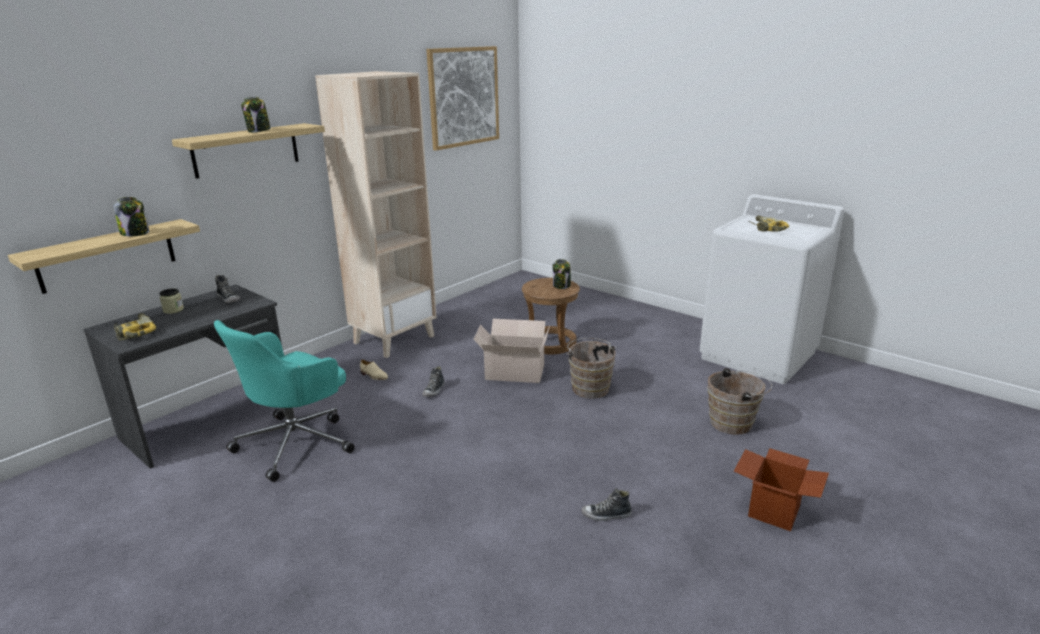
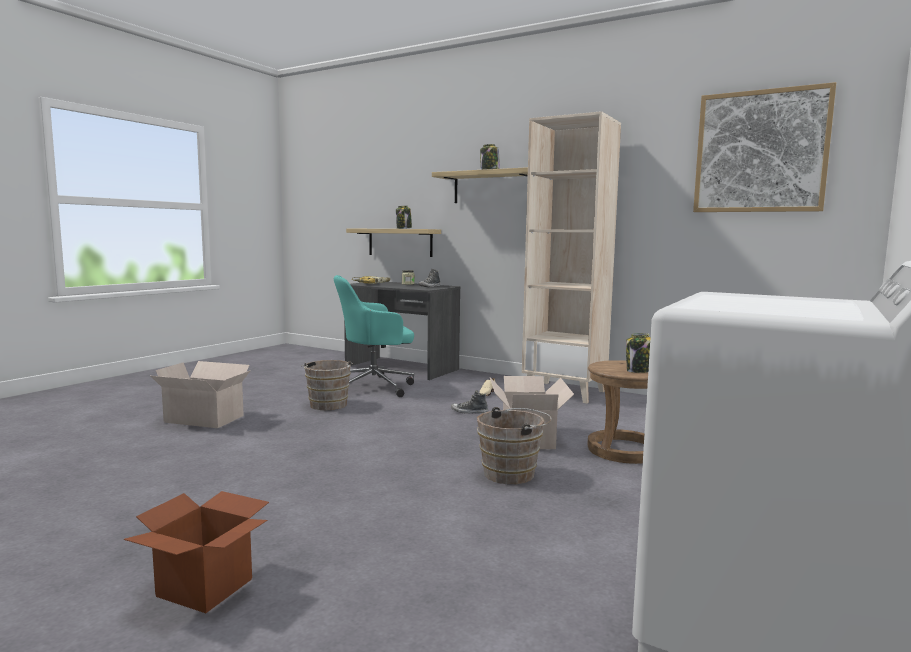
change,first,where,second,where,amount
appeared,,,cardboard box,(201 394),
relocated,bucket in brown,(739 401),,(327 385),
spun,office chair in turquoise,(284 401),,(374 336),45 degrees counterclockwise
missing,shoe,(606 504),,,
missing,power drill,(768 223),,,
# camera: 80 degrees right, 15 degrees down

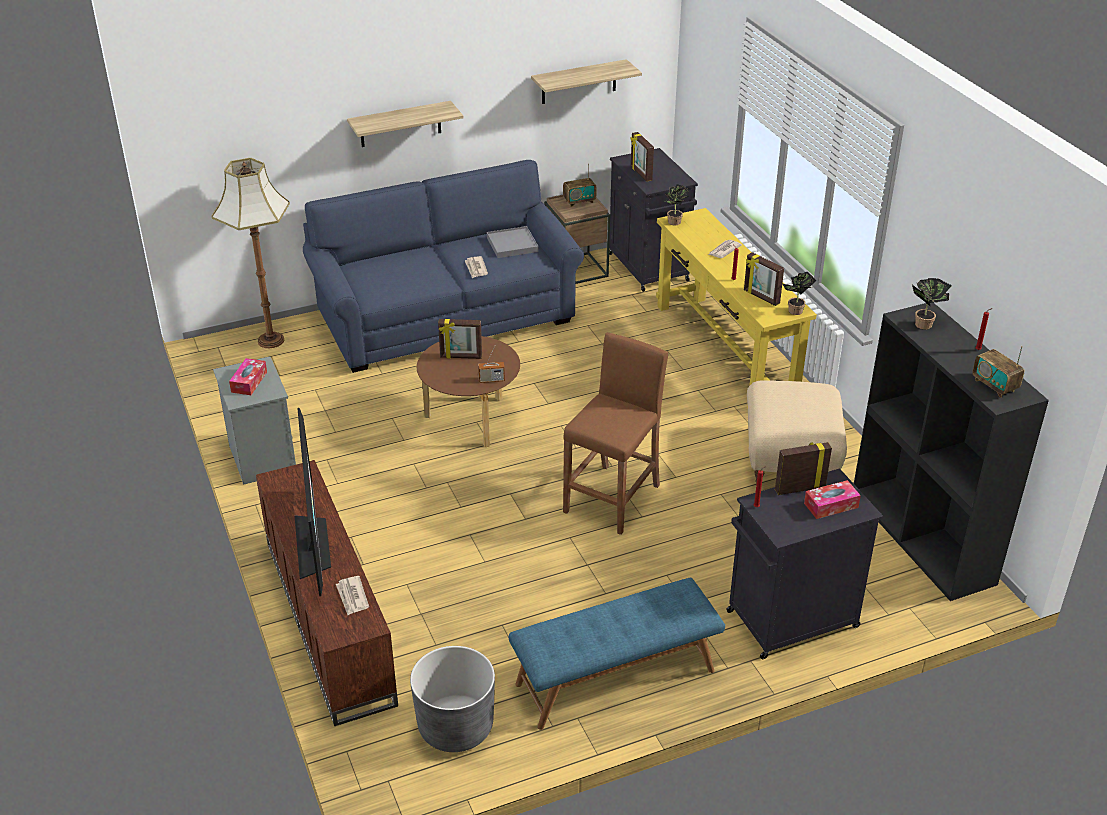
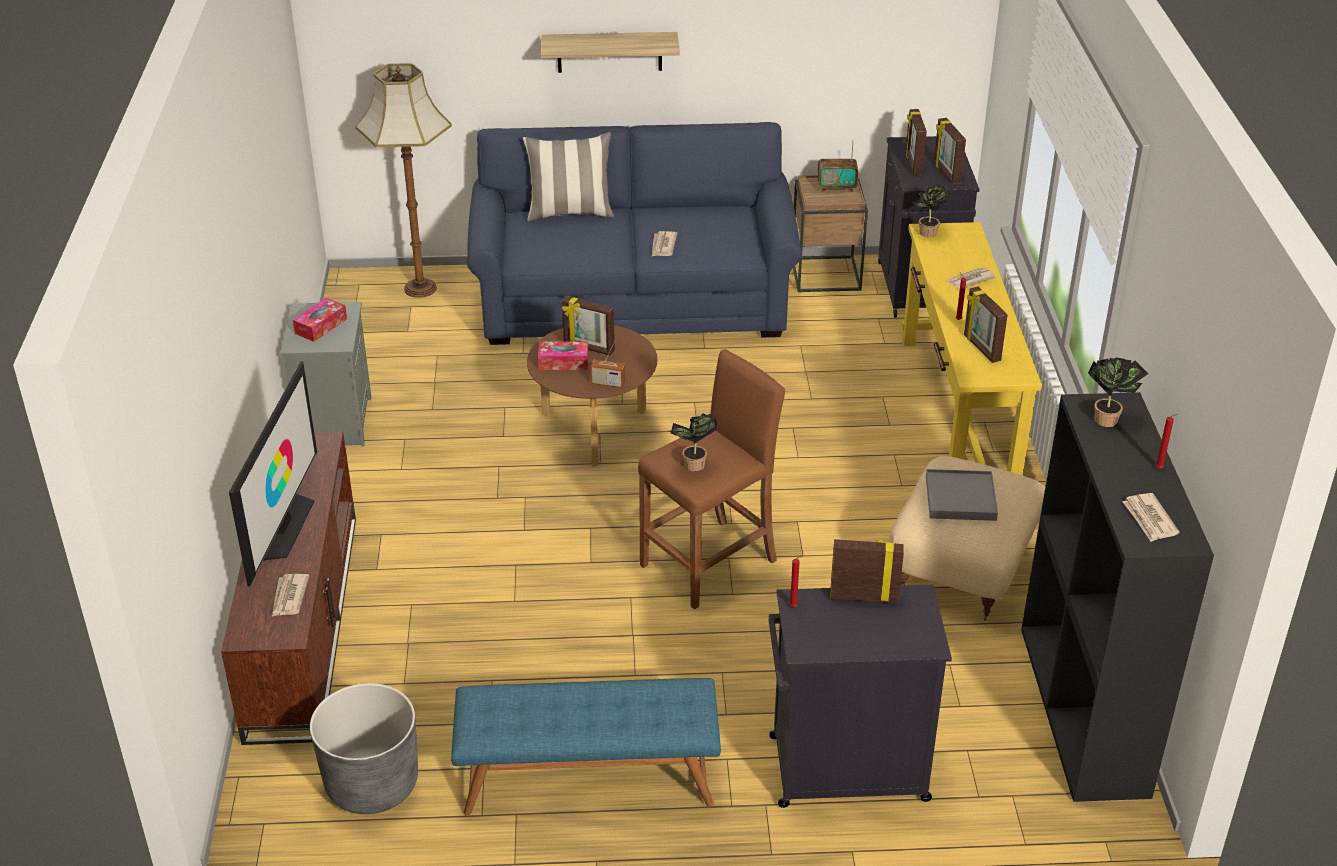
change,first,where,second,where,amount
appeared,,,pillow,(568 177),
relocated,tissue box,(832 499),,(563 355),
relocated,potted plant,(799 293),,(692 442),
relocated,tray in grey,(513 242),,(962 495),
appeared,,,picture frame,(950 151),
exchanged,radio,(998 372),newspaper,(1150 517),
missing,shelf,(586 81),,,
# camera: 20 degrees right, 0 degrees up

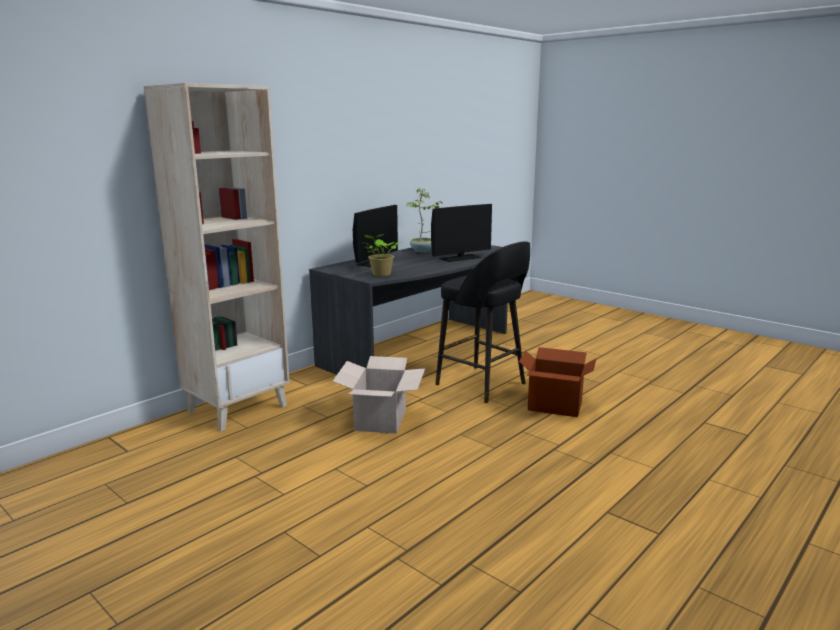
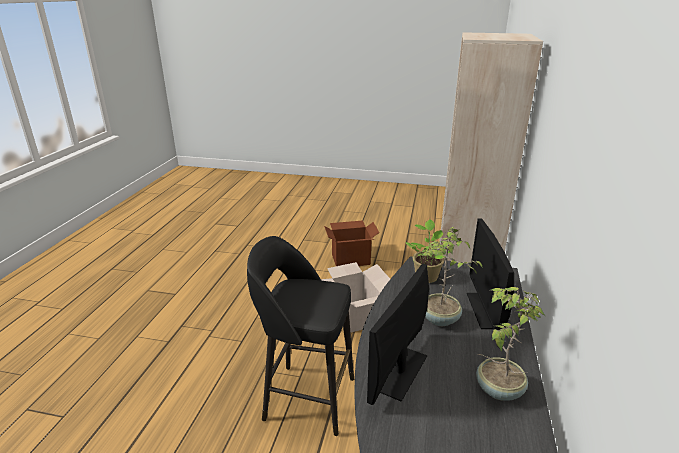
change,first,where,second,where,amount
relocated,cardboard box,(558 382),,(351 243),
appeared,,,potted plant,(452 276),
# camera: 150 degrees right, 10 degrees up

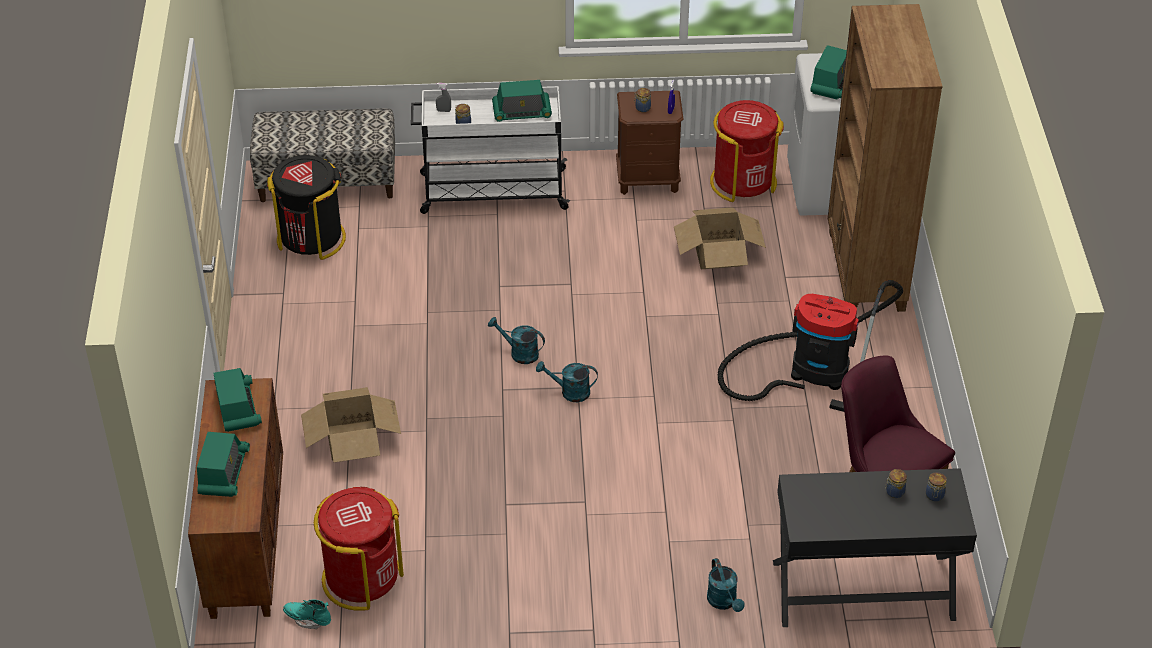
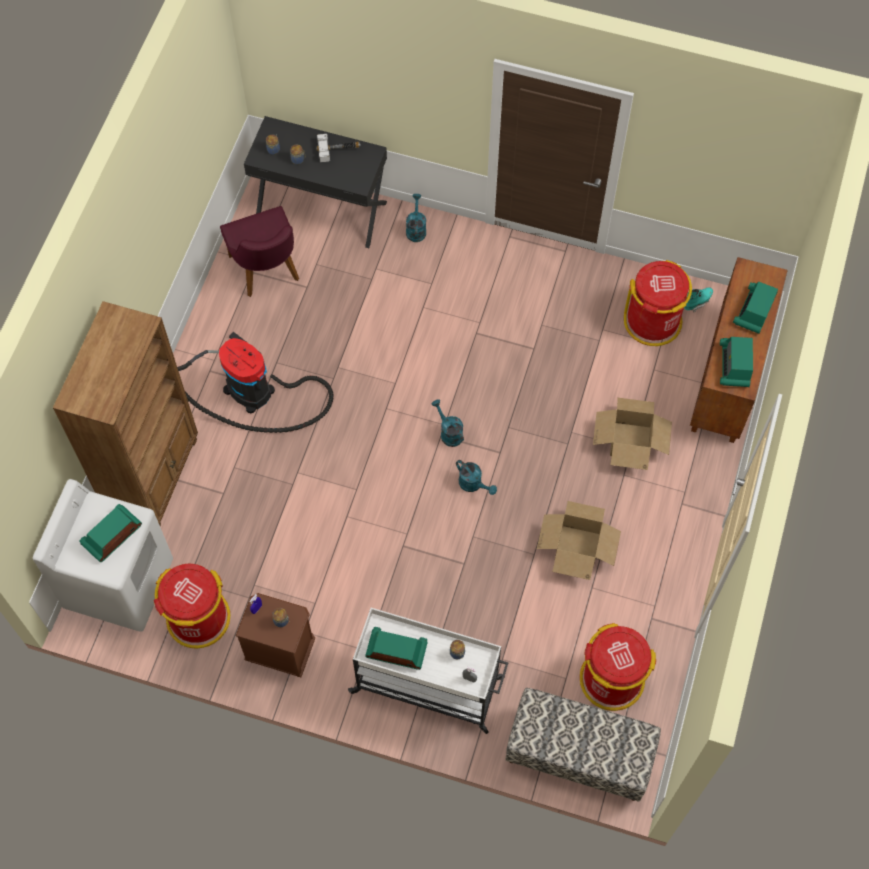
change,first,where,second,where,amount
appeared,,,hammer,(338 148),
spun,watering can in turquoise,(567 381),,(448 423),150 degrees counterclockwise
relocated,cardboard box,(720 238),,(579 540),
colour,trash can in black,(306 207),trash can in red,(618 667),
spun,boot in turquoise,(307 614),,(698 300),75 degrees counterclockwise
# camera: 160 degrees left, 20 degrees up

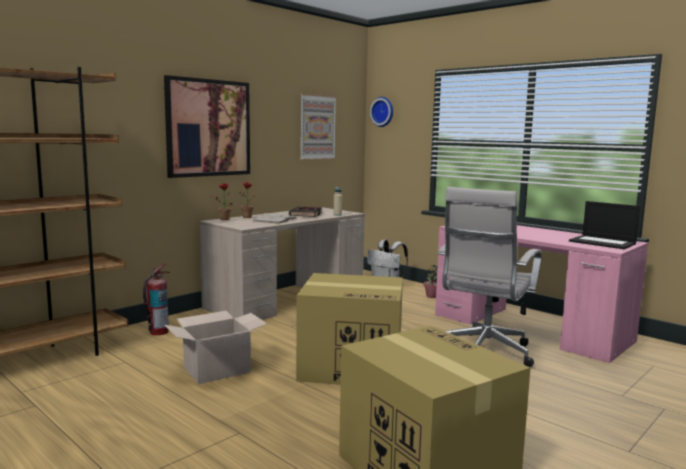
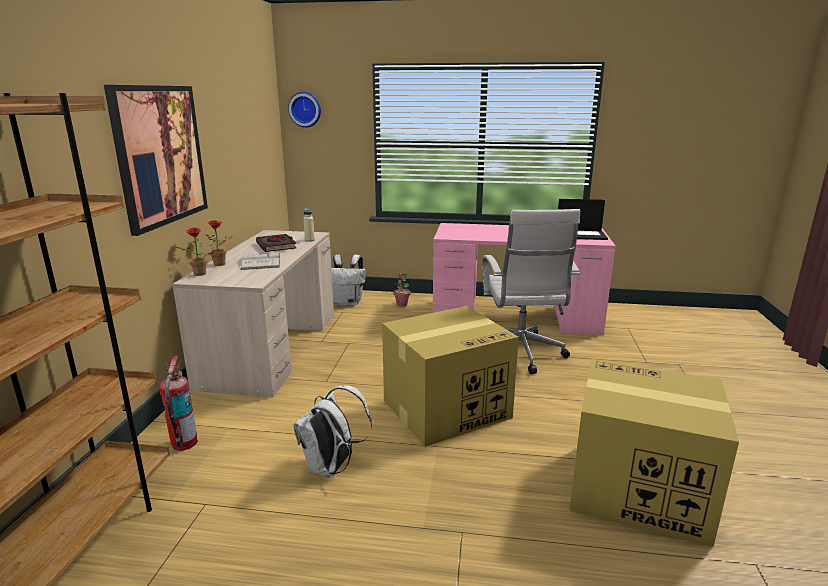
change,first,where,second,where,amount
exchanged,cardboard box,(216 347),backpack in white,(332 431),
missing,picture,(318 127),,,
# camera: 35 degrees left, 10 degrees up

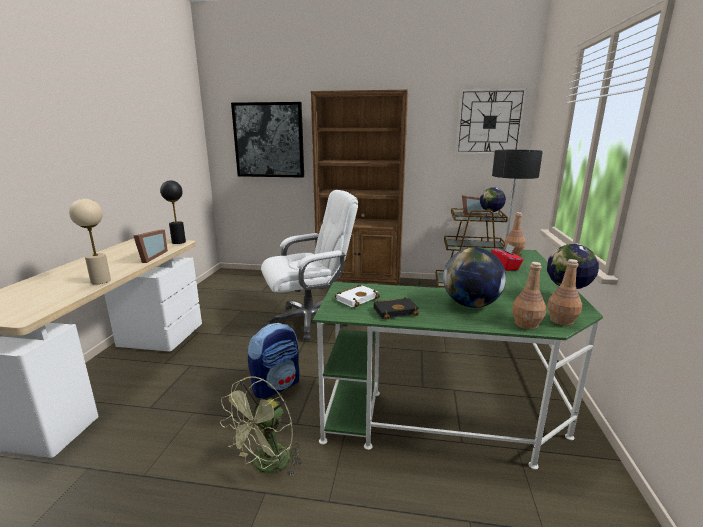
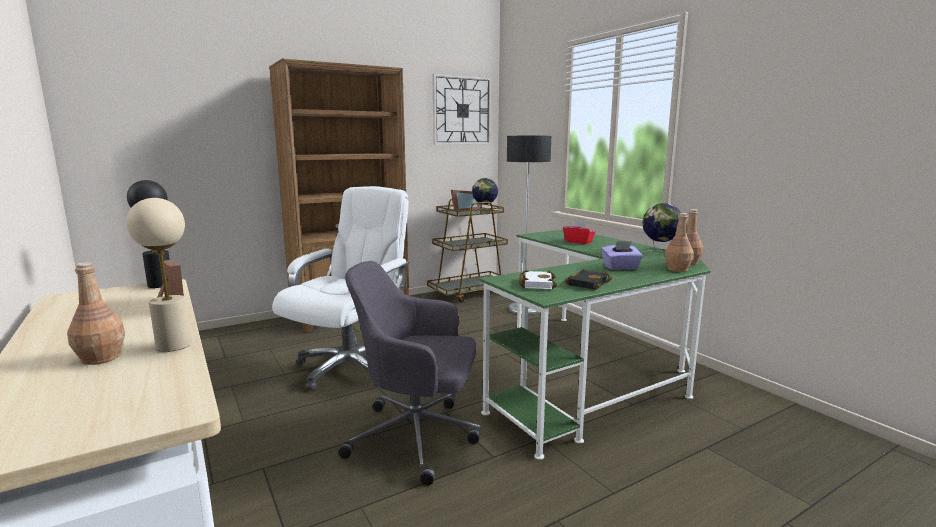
change,first,where,second,where,amount
relocated,bottle in brown,(515 233),,(96 313),
exchanged,backpack,(273 361),office chair in grey,(410 373),
exchanged,globe,(474 278),tissue box in purple,(622 255),
missing,fan in green,(261 426),,,
missing,picture,(267 140),,,
# camera: 40 degrees left, 5 degrees down

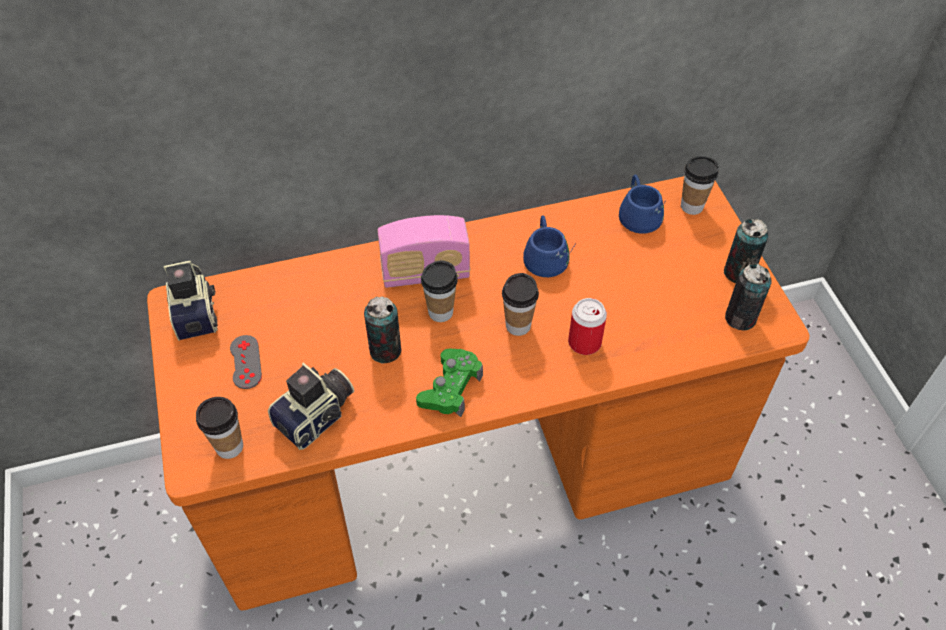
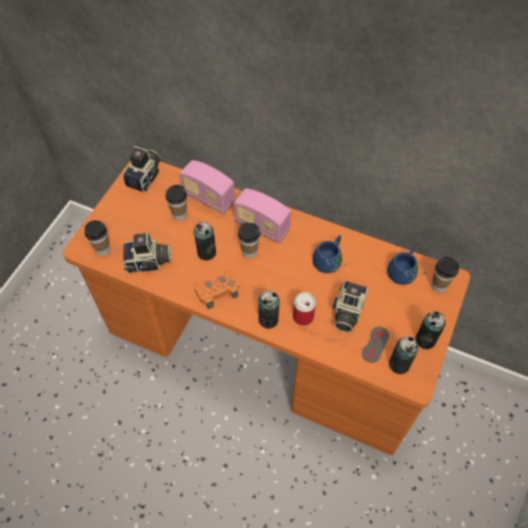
change,first,where,second,where,amount
relocated,cup,(520 304),,(176 203),
appeared,,,radio,(207 187),
colour,game controller in green,(449 382),game controller in orange,(216 290),
appeared,,,can,(269 309),
appeared,,,photo camera,(350 306),
relocated,game controller in grey,(246 362),,(375 345),
# camera: 40 degrees right, 5 degrees up

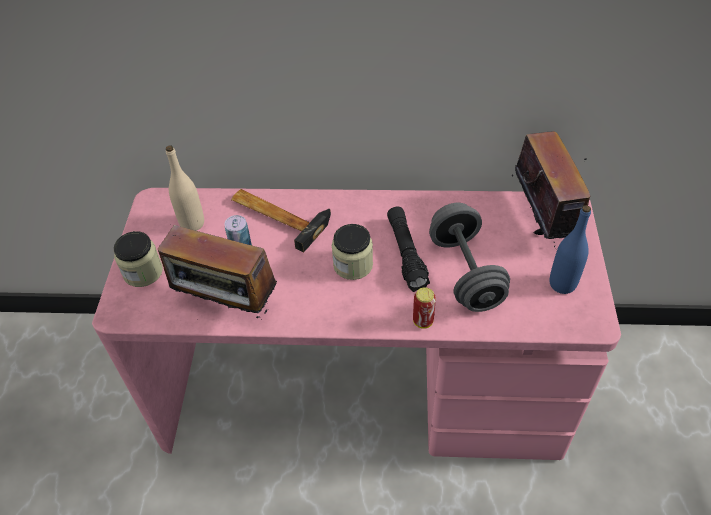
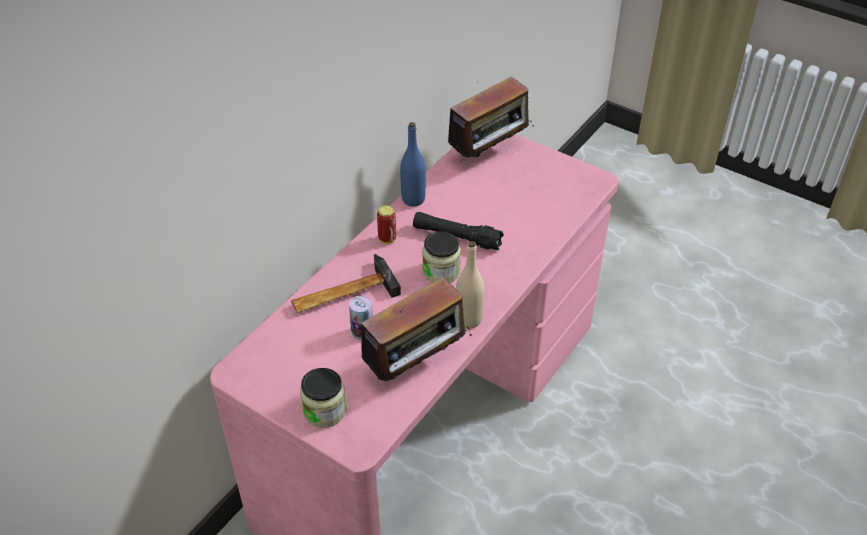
change,first,where,second,where,amount
relocated,can,(424 308),,(386 224),
relocated,bottle in blue,(570 249),,(413 164),
spun,radio,(551 189),,(487 119),120 degrees clockwise
relocated,bottle in beige,(185 188),,(470 285),
missing,dumbbell in grey,(469 257),,,
# camera: 60 degrees left, 5 degrees down

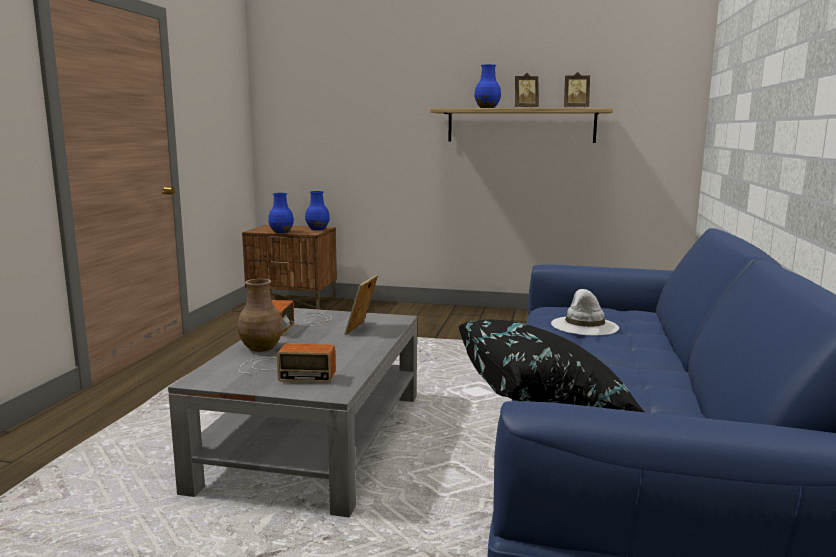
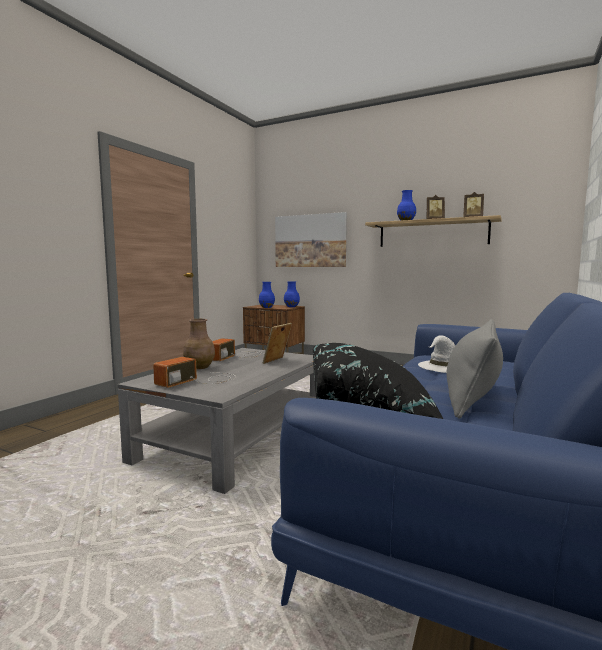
change,first,where,second,where,amount
spun,radio,(287 363),,(194 372),105 degrees clockwise
appeared,,,picture,(311 239),
appeared,,,pillow in grey,(474 369),
# camera: 15 degrees right, 5 degrees down

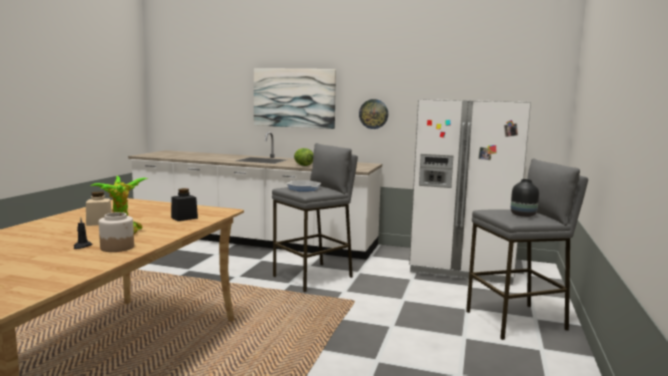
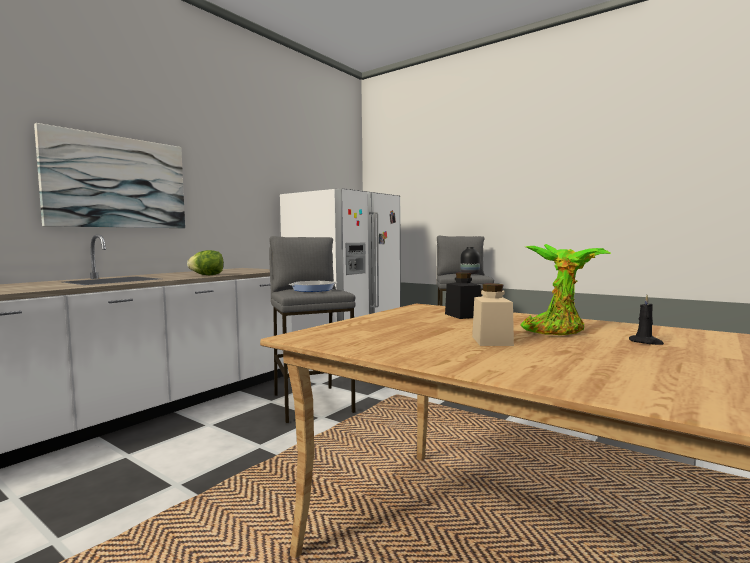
change,first,where,second,where,amount
missing,jar,(116 232),,,
missing,wall clock,(373 114),,,
# camera: 70 degrees left, 5 degrees down

